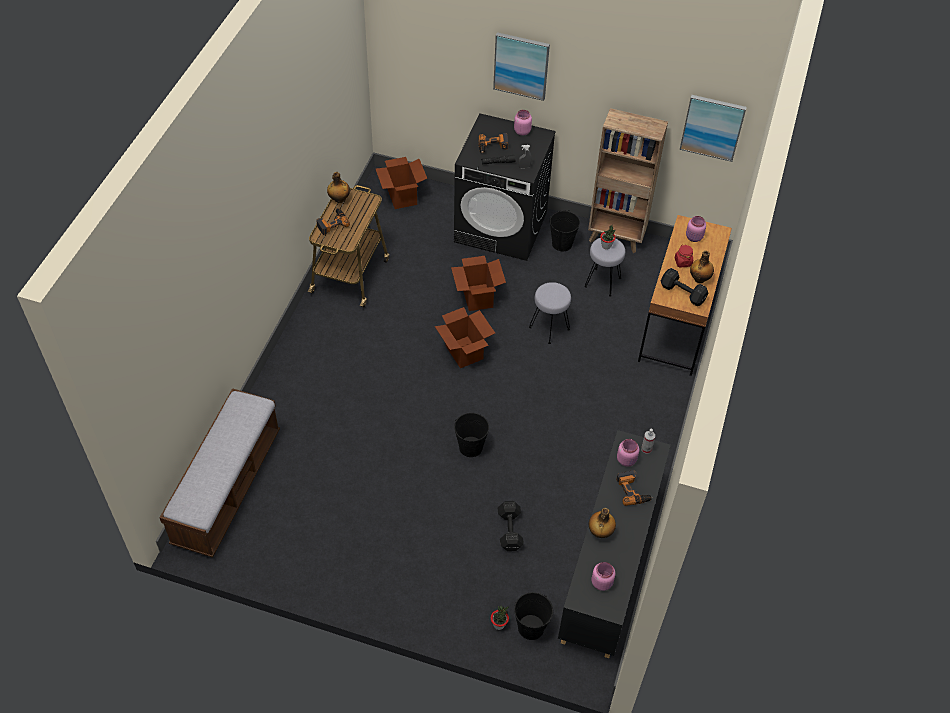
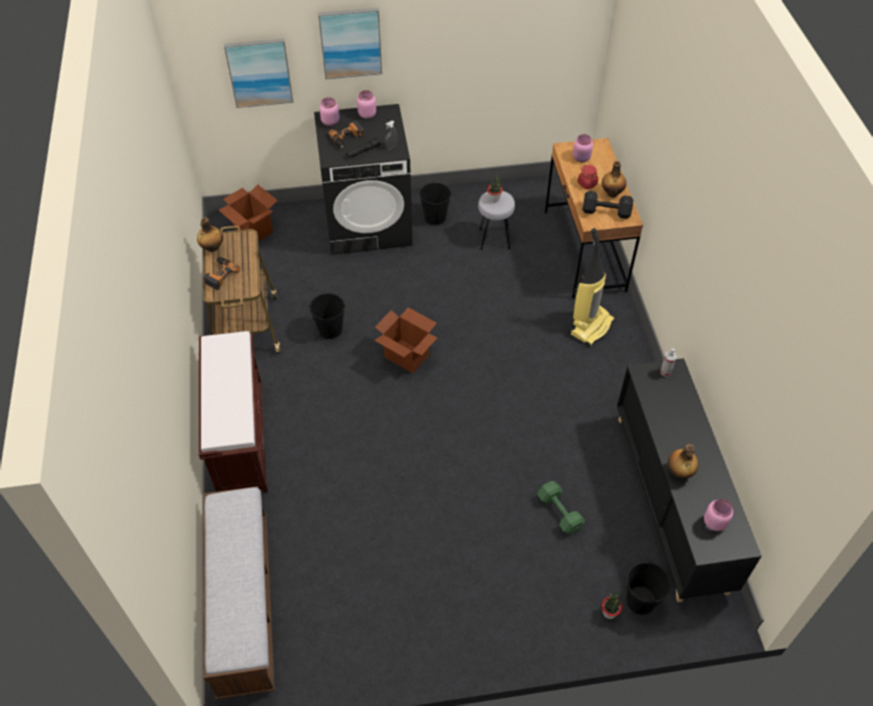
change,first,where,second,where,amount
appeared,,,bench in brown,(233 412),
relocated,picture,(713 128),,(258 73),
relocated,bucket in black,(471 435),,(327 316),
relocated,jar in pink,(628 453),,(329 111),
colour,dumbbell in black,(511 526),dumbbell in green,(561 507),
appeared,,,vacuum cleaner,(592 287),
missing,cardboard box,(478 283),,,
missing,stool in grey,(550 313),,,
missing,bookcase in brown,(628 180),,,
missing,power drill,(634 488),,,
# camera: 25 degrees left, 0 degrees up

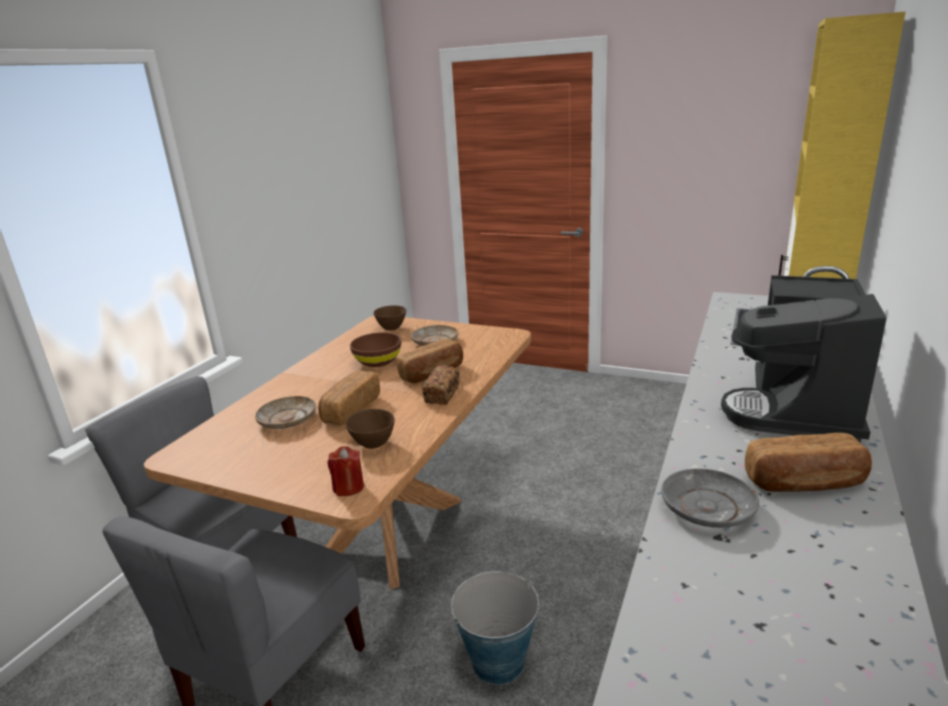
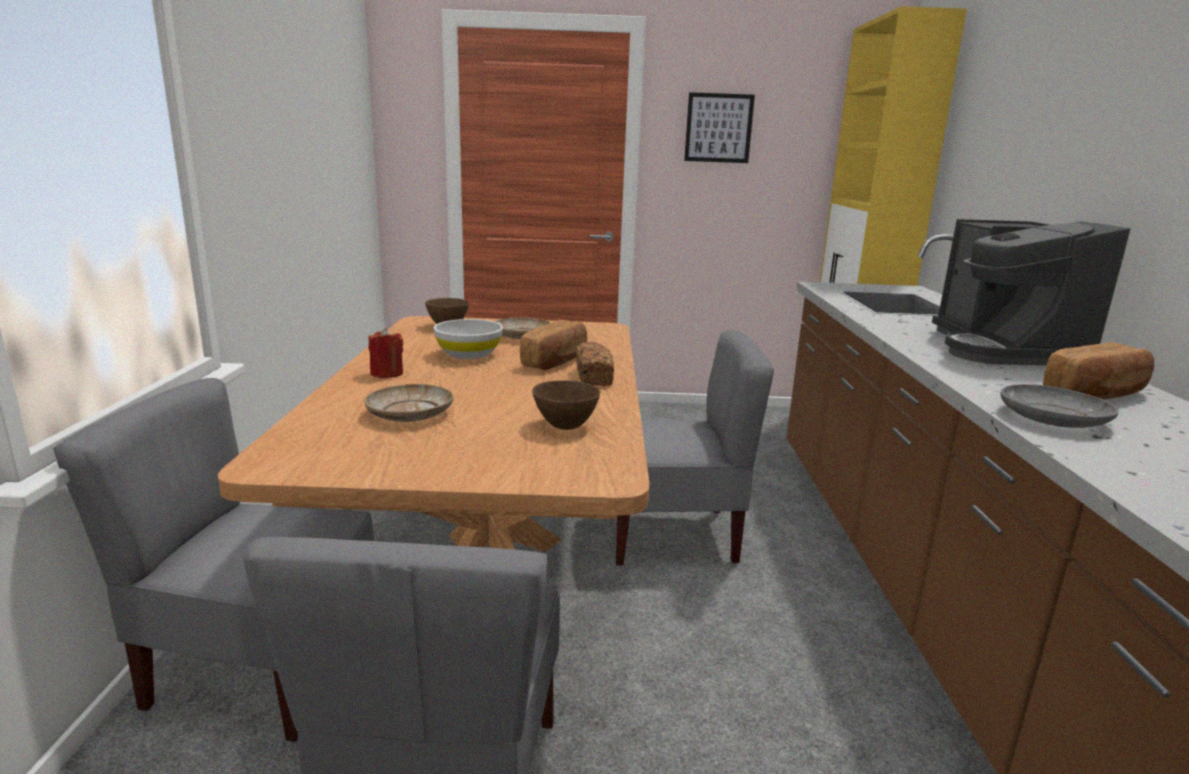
change,first,where,second,where,amount
relocated,candle in red,(345 471),,(385 353),
colour,bowl in brown,(375 349),bowl in white,(468 339),
appeared,,,chair in grey,(695 448),
appeared,,,picture,(719 127),
missing,bread,(349 398),,,
missing,bucket,(494 628),,,
# camera: 25 degrees left, 5 degrees down

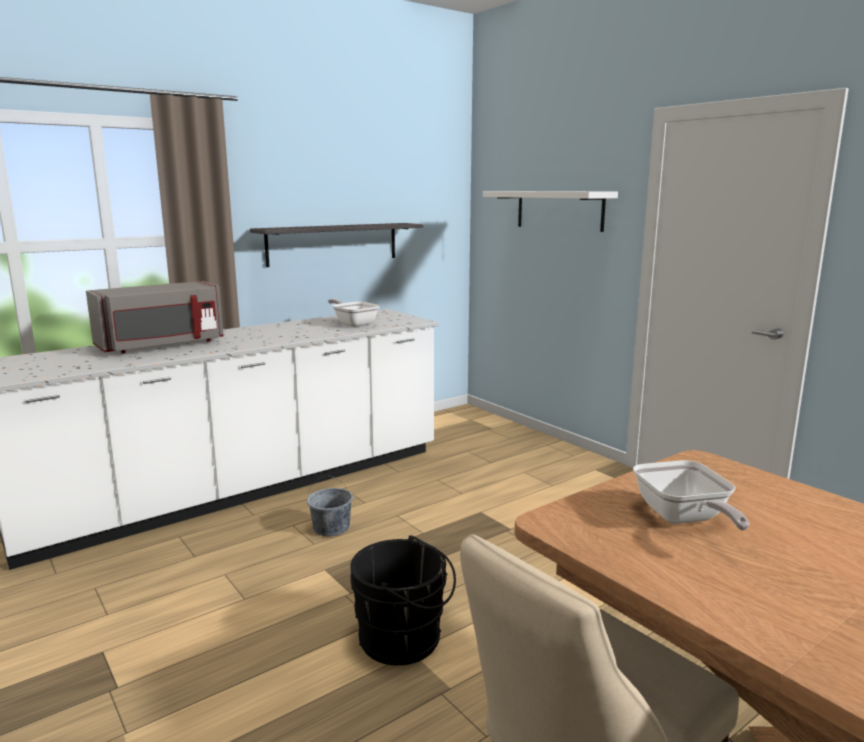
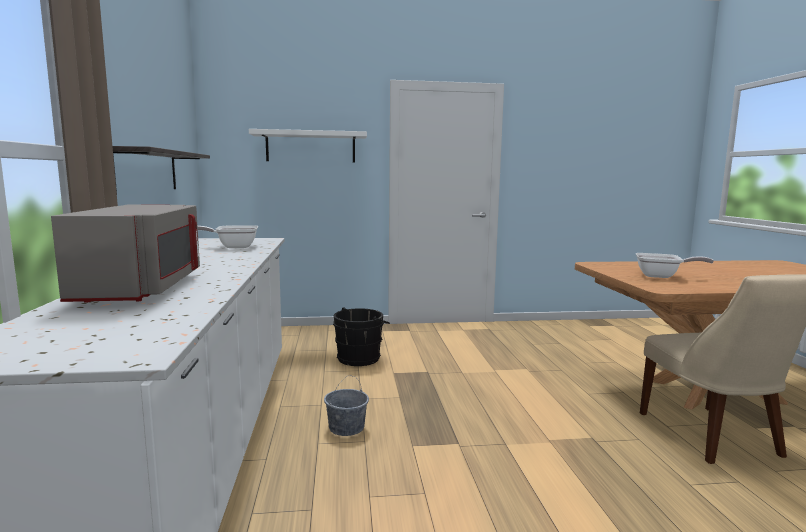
change,first,where,second,where,amount
relocated,bucket in black,(403 600),,(361 337),
# camera: 60 degrees left, 5 degrees down

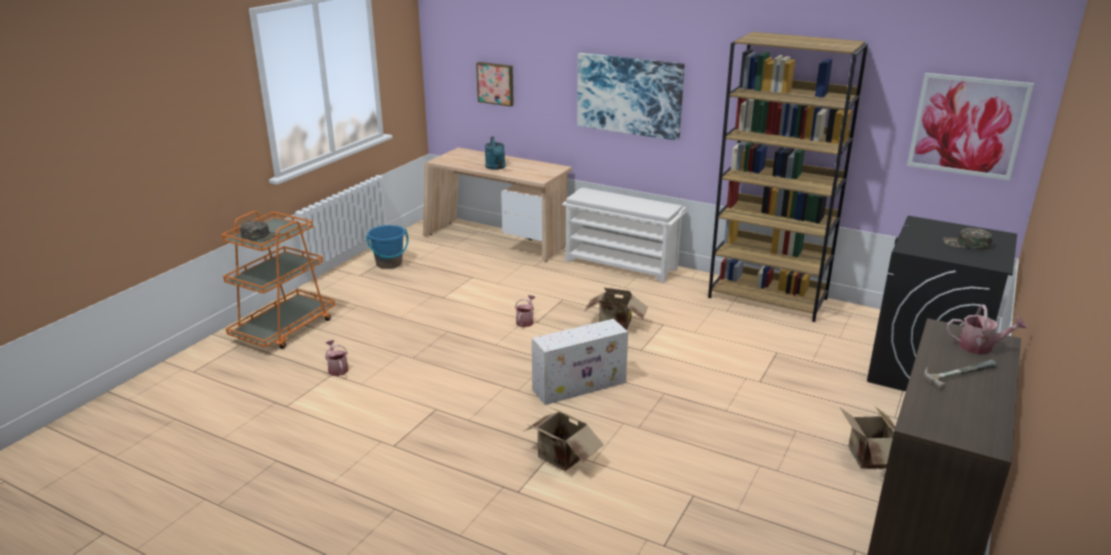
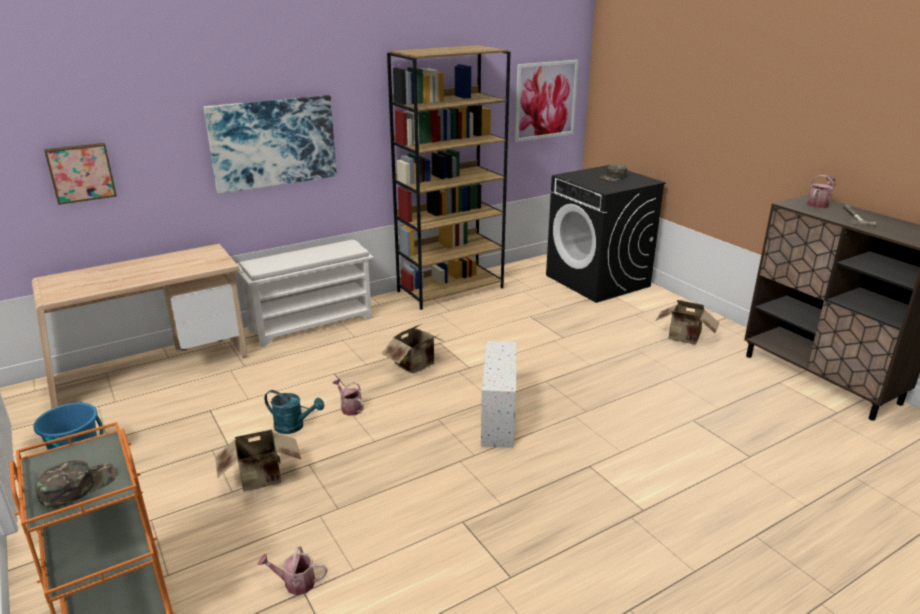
change,first,where,second,where,amount
relocated,cardboard box,(564 439),,(258 461),
relocated,watering can in turquoise,(495 153),,(294 412),
# camera: 60 degrees left, 0 degrees up

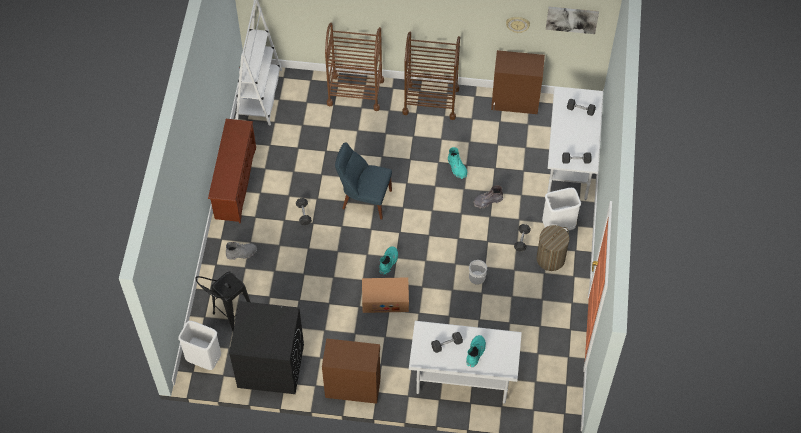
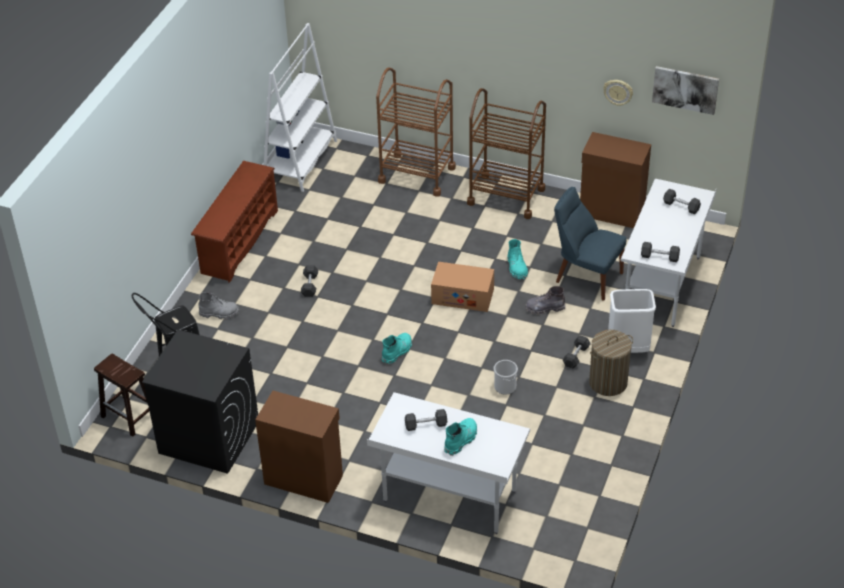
change,first,where,second,where,amount
exchanged,trash can in white,(199 345),stool in brown,(121 395),
relocated,cardboard box,(385 295),,(462 287),
relocated,chair in blue,(363 180),,(590 244),
# camera: 15 degrees right, 15 degrees down

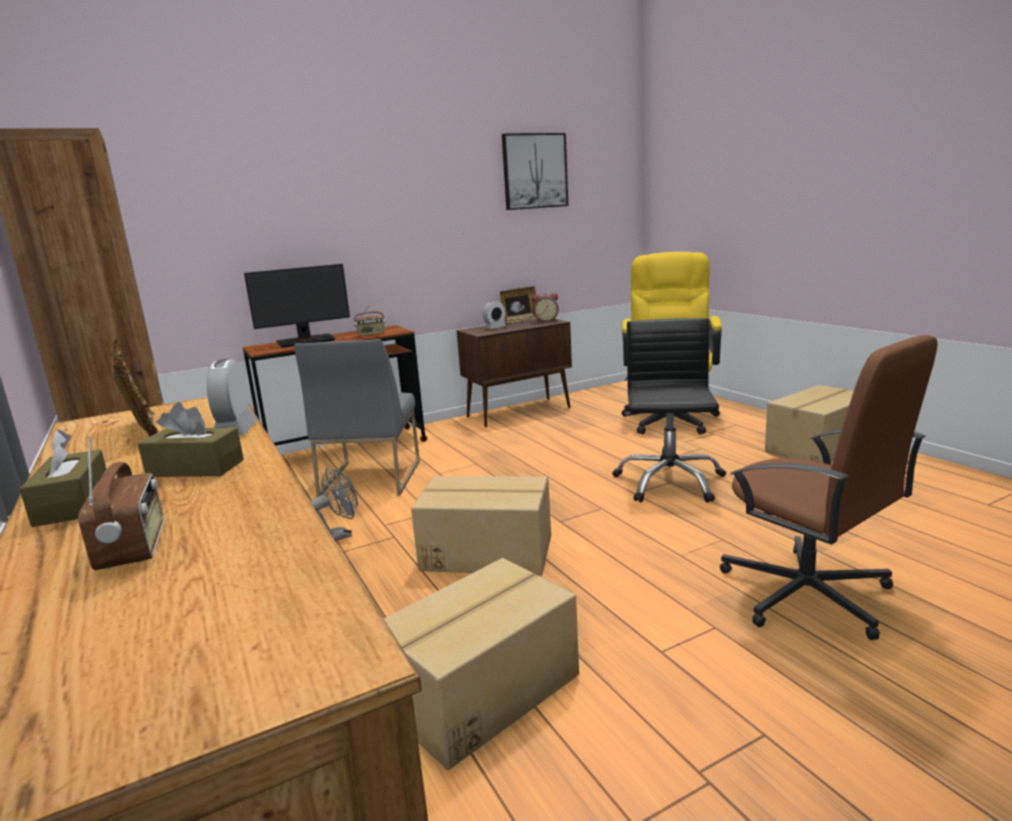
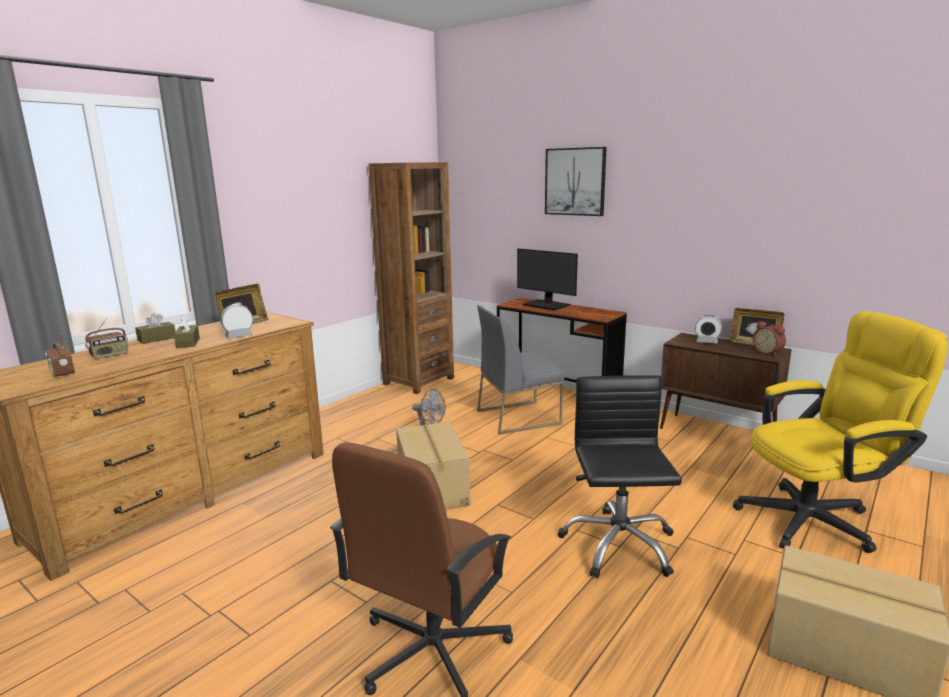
change,first,where,second,where,amount
relocated,radio,(369 319),,(60 355),
relocated,picture,(535 171),,(576 181),
spun,office chair in black,(669 410),,(620 476),75 degrees counterclockwise
missing,cardboard box,(481 664),,,
# camera: 65 degrees right, 0 degrees up

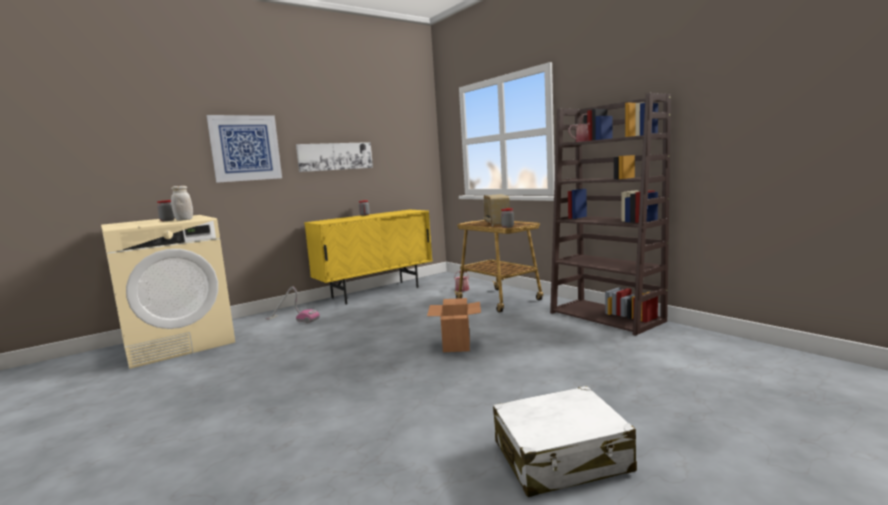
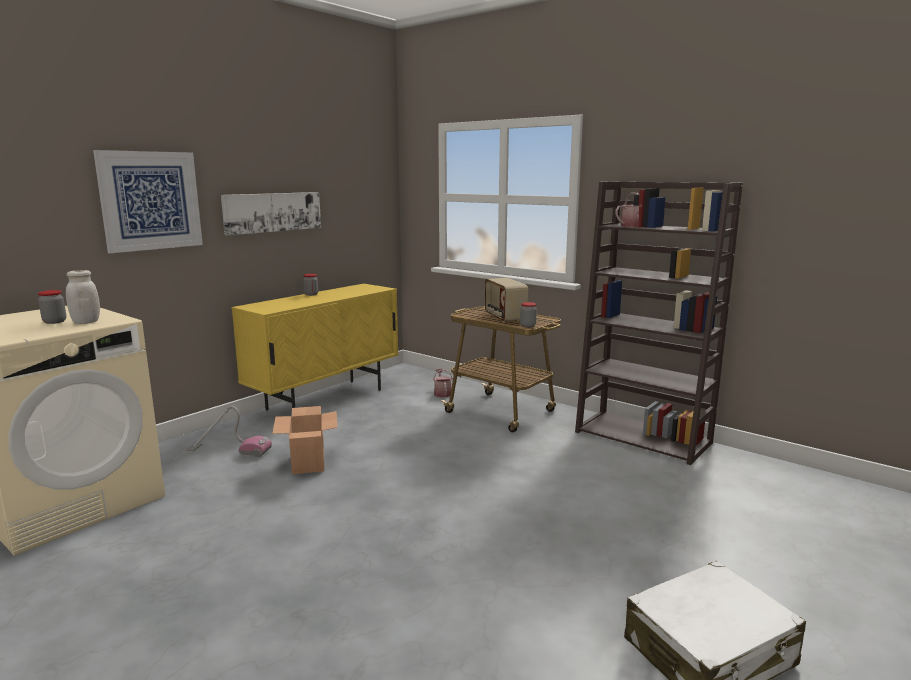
change,first,where,second,where,amount
relocated,cardboard box,(454 325),,(305 440),
# camera: 15 degrees left, 5 degrees up

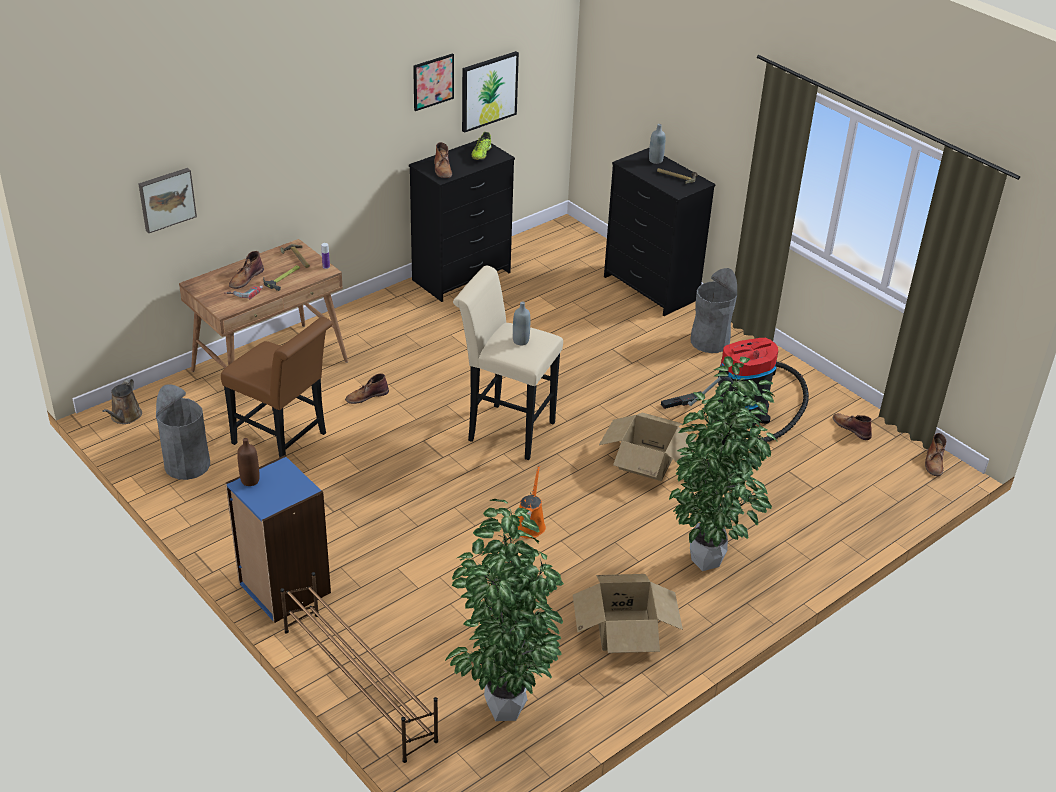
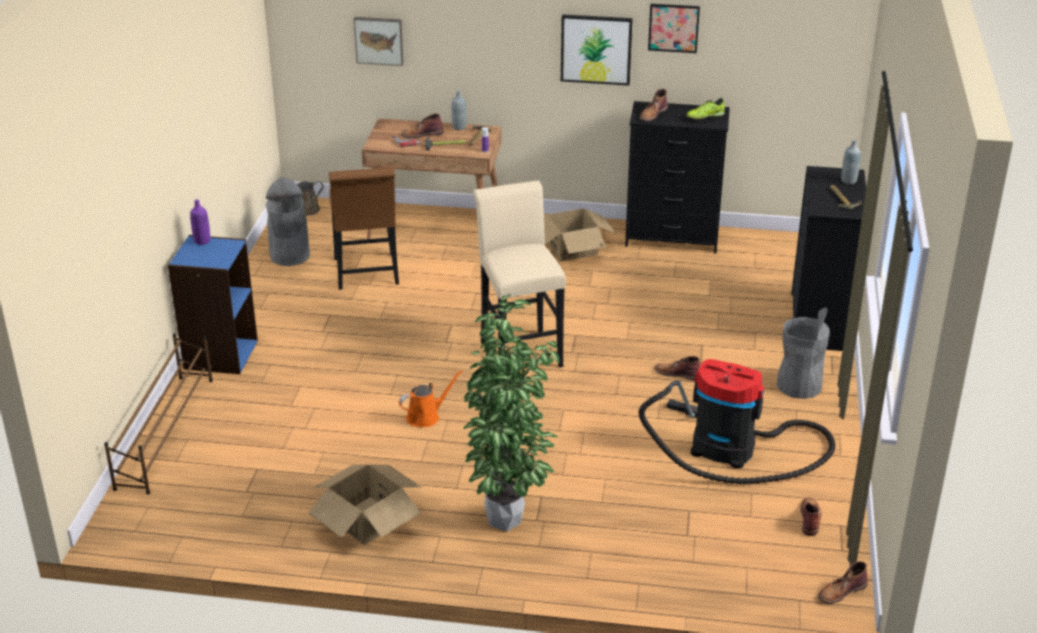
change,first,where,second,where,amount
colour,bottle in brown,(248 462),bottle in purple,(200 222),
relocated,bottle in grey,(521 323),,(459 110),
relocated,cardboard box,(647 447),,(580 235),
relocated,picture,(490 92),,(597 50),
relocated,boot in brown,(367 388),,(677 368),
missing,potted plant,(504 610),,,
# camera: 50 degrees right, 5 degrees down

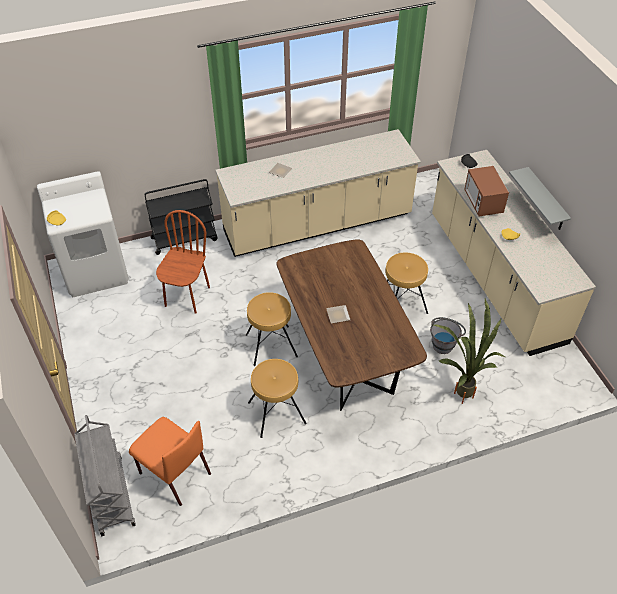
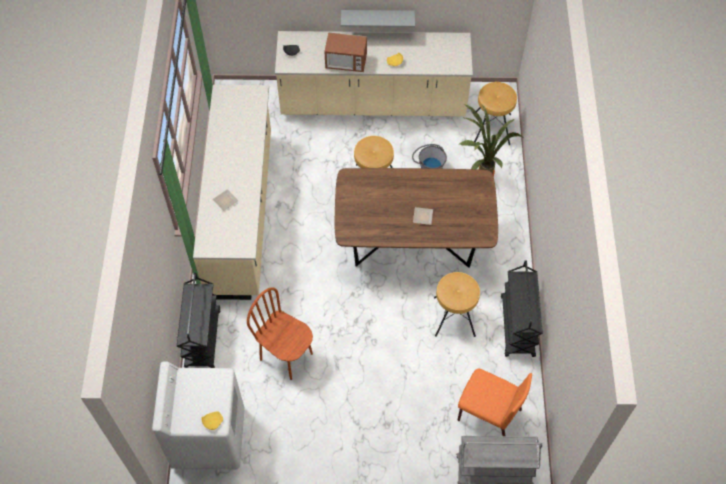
change,first,where,second,where,amount
spun,chair in orange,(170 461),,(495 402),60 degrees clockwise
relocated,stool in brown,(272 329),,(495 113),
appeared,,,cart in black,(522 308),
# camera: 70 degrees left, 10 degrees up

